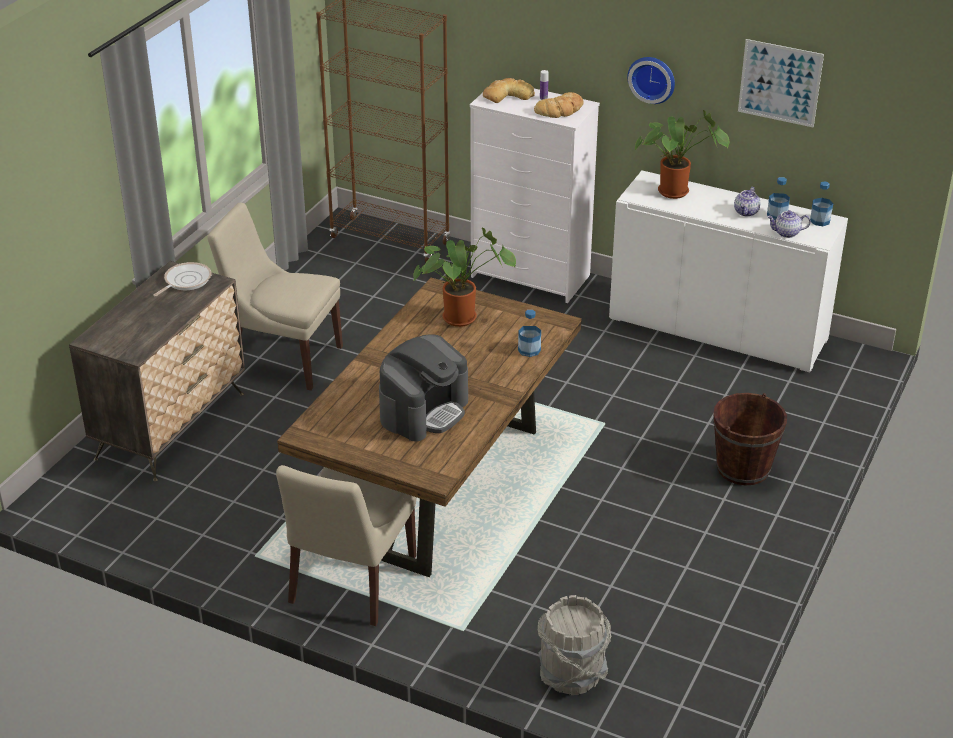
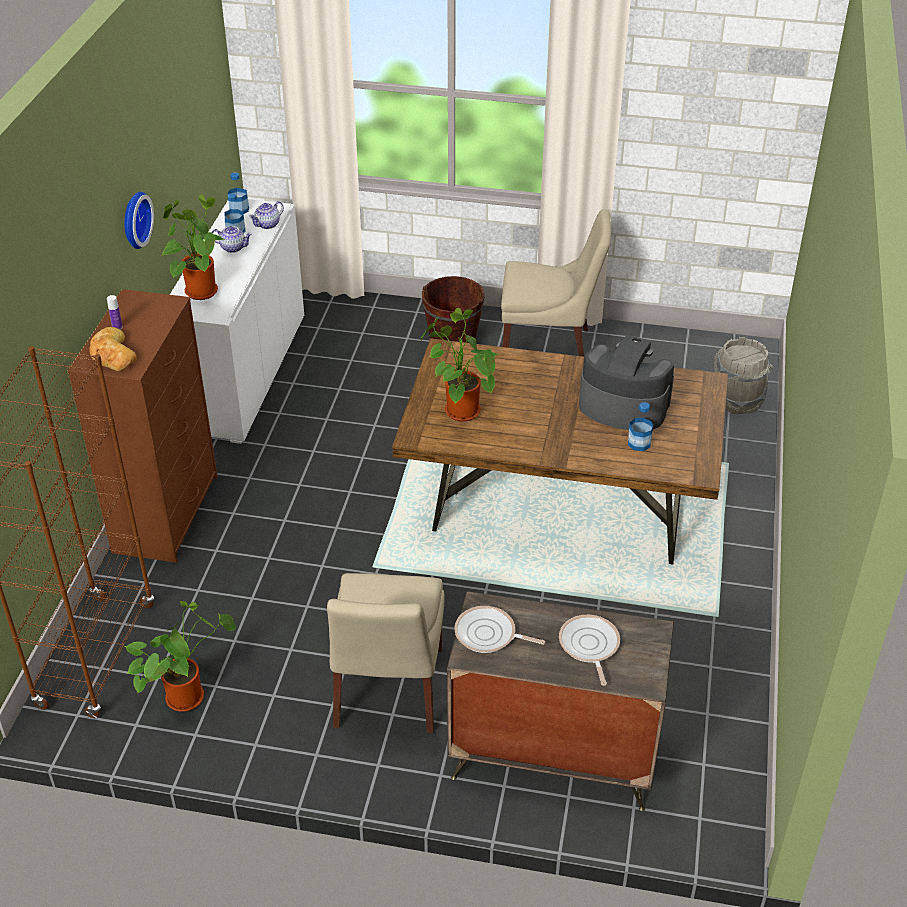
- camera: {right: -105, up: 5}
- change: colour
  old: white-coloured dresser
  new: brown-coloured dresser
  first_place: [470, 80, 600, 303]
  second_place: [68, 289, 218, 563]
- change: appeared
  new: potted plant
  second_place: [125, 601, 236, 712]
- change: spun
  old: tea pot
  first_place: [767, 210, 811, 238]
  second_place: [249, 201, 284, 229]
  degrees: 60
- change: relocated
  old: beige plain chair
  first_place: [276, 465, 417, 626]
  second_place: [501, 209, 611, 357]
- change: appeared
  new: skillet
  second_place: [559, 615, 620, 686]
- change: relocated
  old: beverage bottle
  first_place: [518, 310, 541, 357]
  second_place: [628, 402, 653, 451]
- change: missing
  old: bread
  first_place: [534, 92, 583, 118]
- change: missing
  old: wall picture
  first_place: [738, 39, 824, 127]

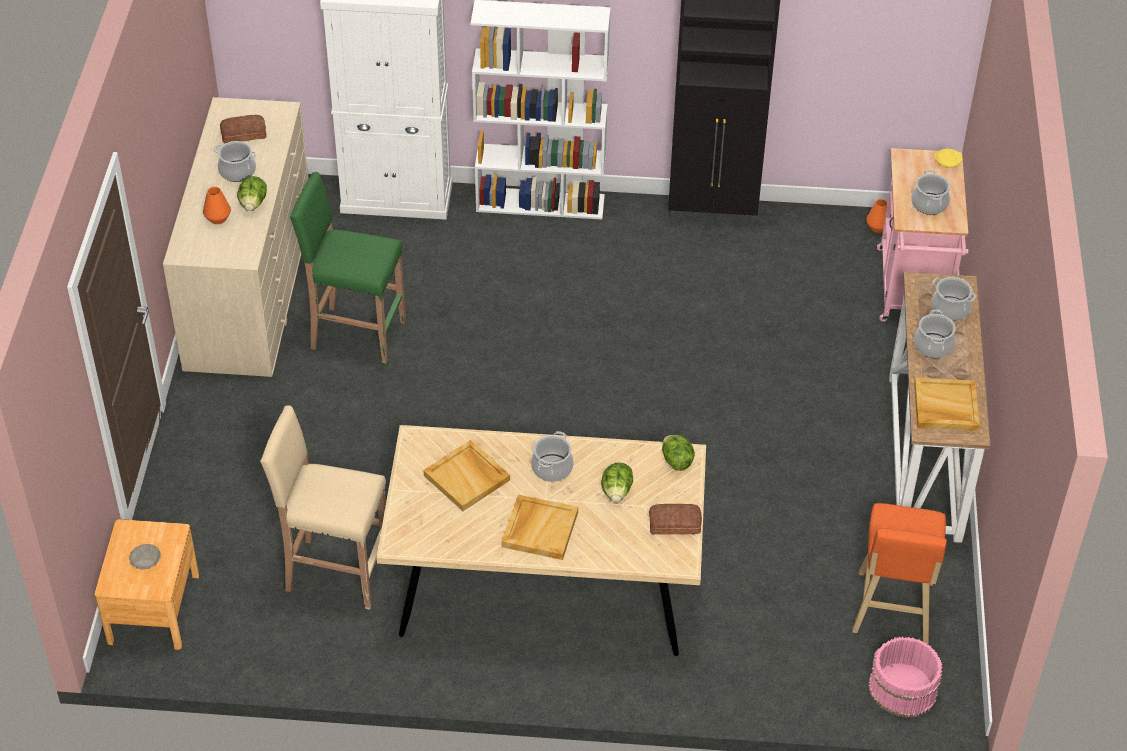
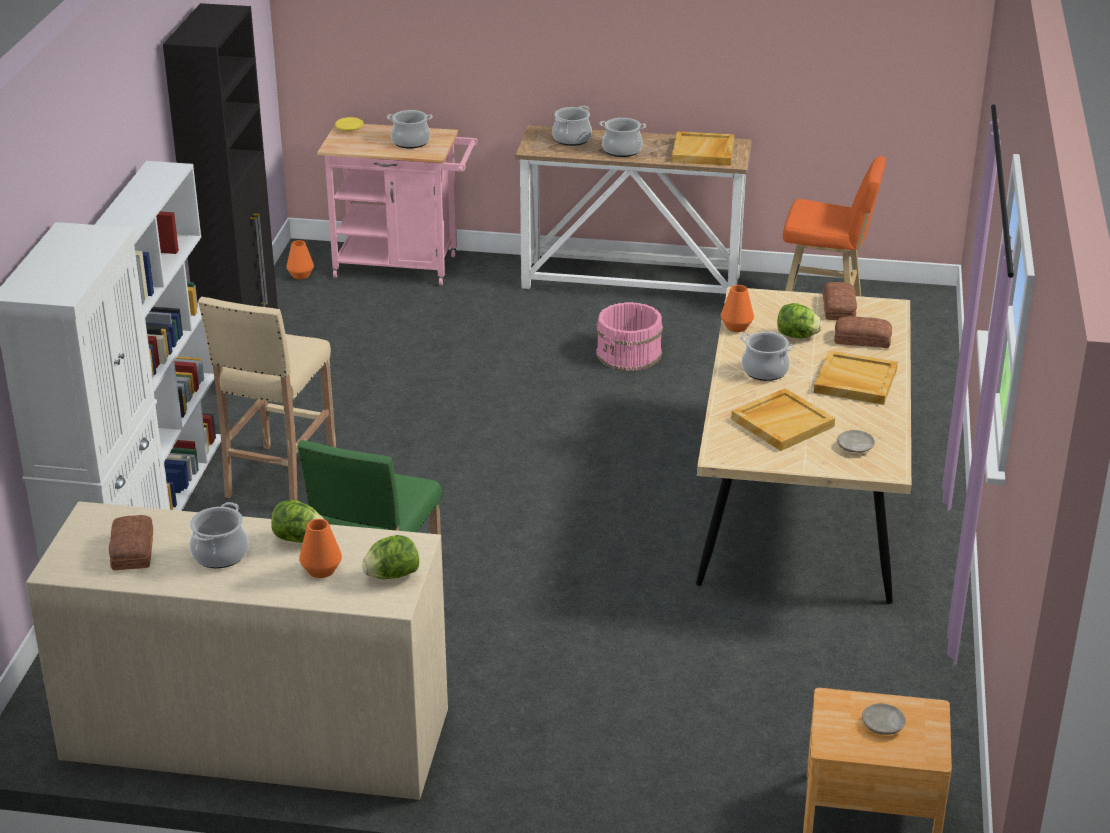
- camera: {right: -85, up: -15}
- change: relocated
  old: beige stool seat
  first_place: [260, 405, 386, 610]
  second_place: [198, 297, 336, 501]
- change: relocated
  old: lettuce head
  first_place: [662, 435, 695, 471]
  second_place: [362, 535, 419, 579]
- change: relocated
  old: pink-coloured bucket
  first_place: [869, 637, 942, 718]
  second_place: [596, 302, 663, 371]
- change: appeared
  new: orange decorative vase
  second_place: [721, 285, 754, 332]
- change: appeared
  new: bread
  second_place: [834, 316, 892, 348]
- change: appeared
  new: beige flat dish
  second_place: [837, 430, 875, 453]

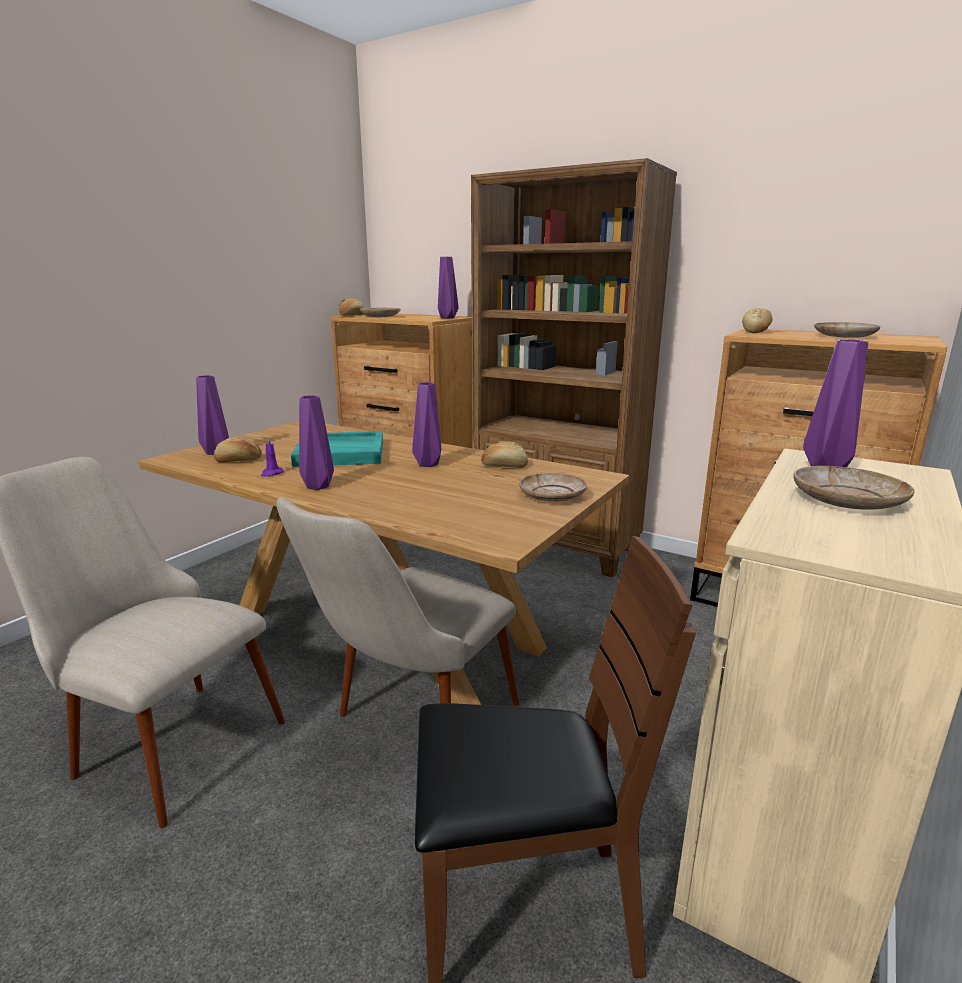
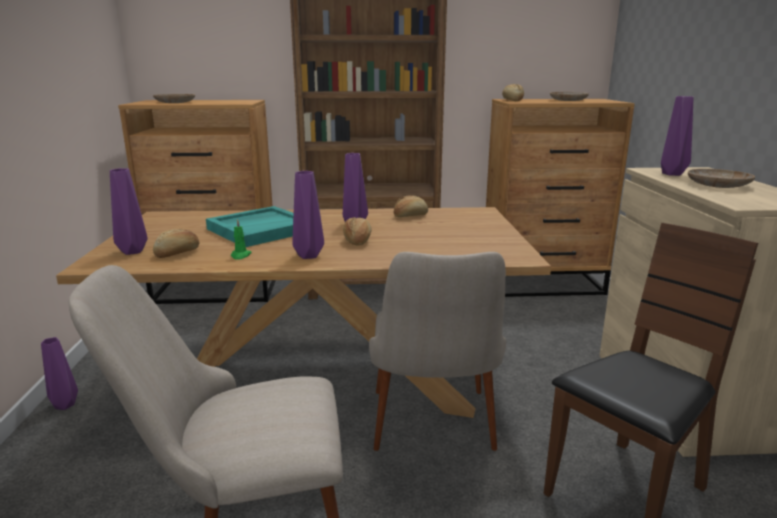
- camera: {right: -35, up: 0}
- change: relocated
  old: purplish decorative vase
  first_place: [438, 257, 459, 319]
  second_place: [41, 337, 78, 410]
- change: colour
  old: purplish wax light
  new: greenish wax light
  first_place: [261, 436, 284, 477]
  second_place: [231, 219, 252, 260]
- change: relocated
  old: bread
  first_place: [339, 299, 364, 316]
  second_place: [343, 217, 372, 245]
- change: missing
  old: beige flat dish
  first_place: [519, 473, 587, 502]

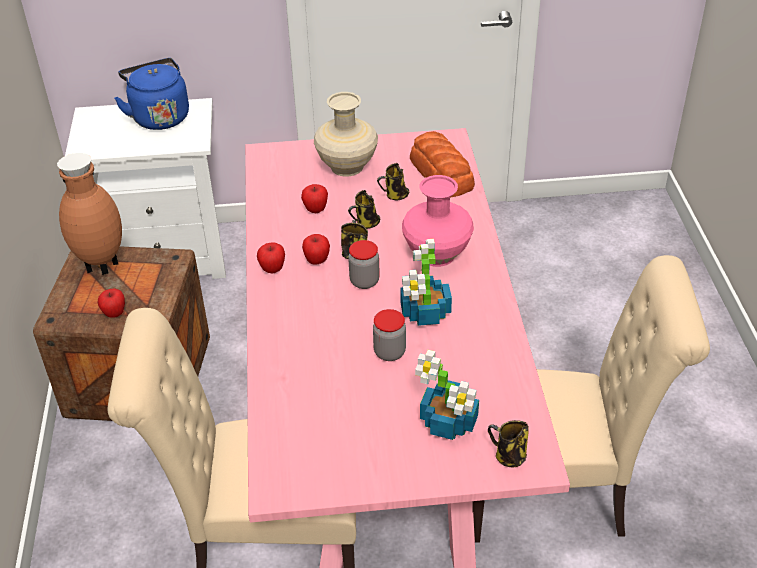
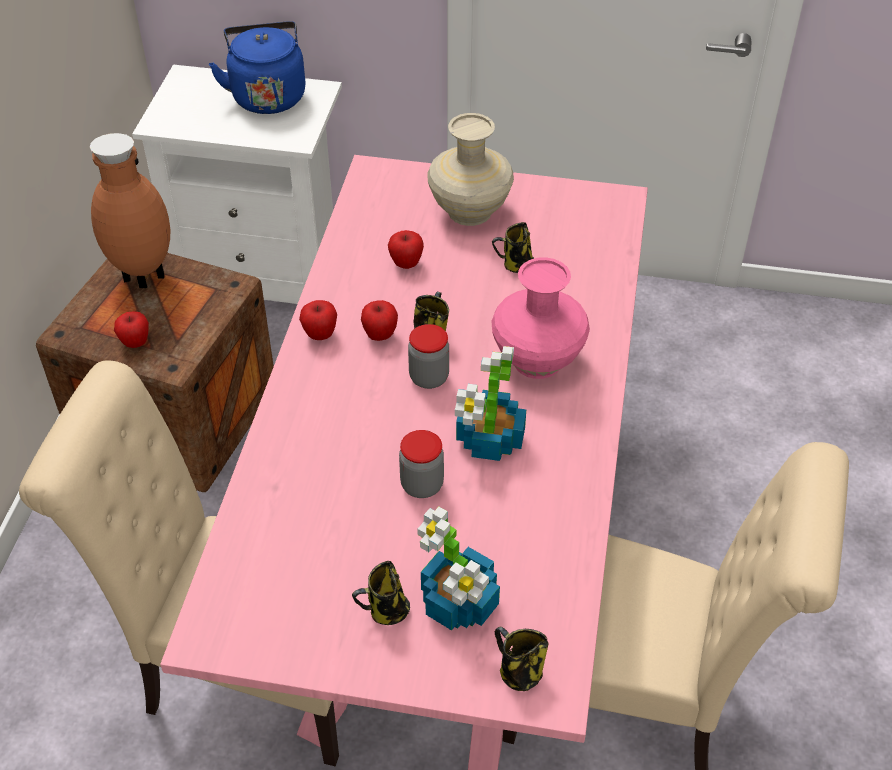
- camera: {right: 15, up: 5}
- change: relocated
  old: mug
  first_place: [348, 190, 380, 229]
  second_place: [352, 561, 410, 625]
- change: missing
  old: bread
  first_place: [410, 131, 475, 198]

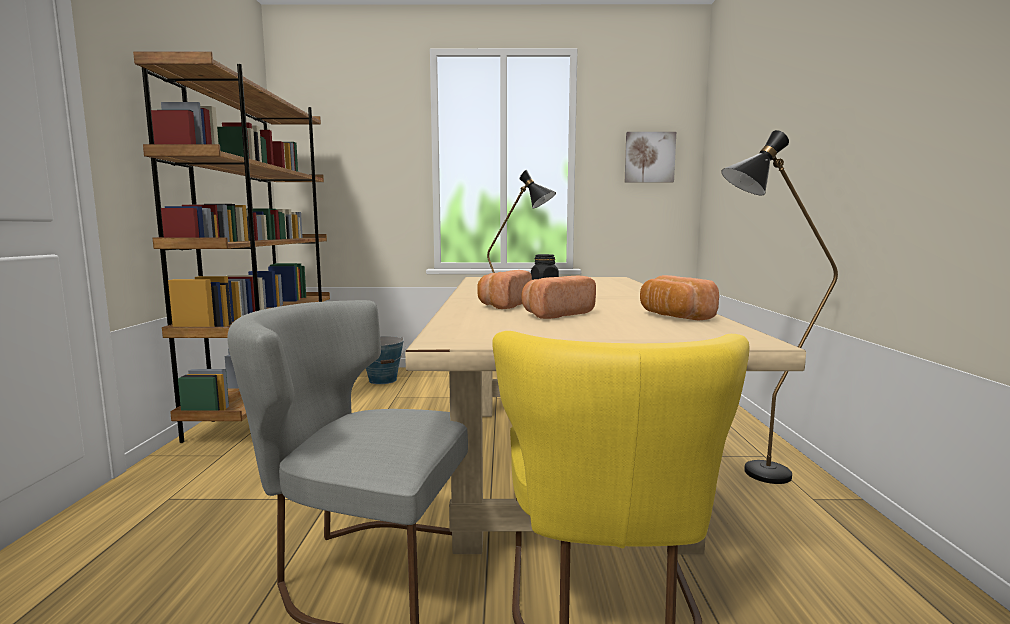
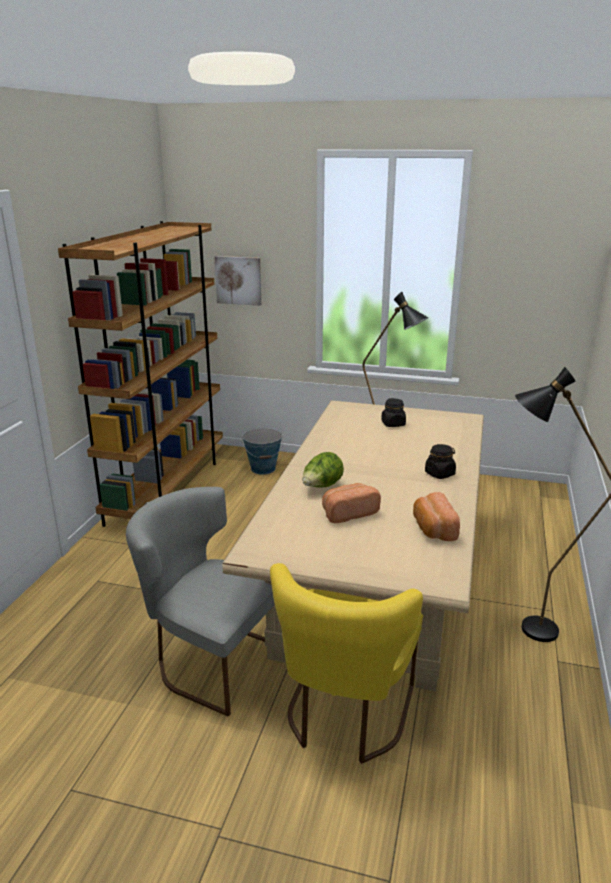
- camera: {right: 15, up: 15}
- change: relocated
  old: wall picture
  first_place: [625, 132, 676, 183]
  second_place: [214, 256, 261, 306]
- change: exchanged
  old: bread
  new: lettuce head
  first_place: [477, 270, 532, 309]
  second_place: [302, 452, 344, 488]
- change: appeared
  new: black preserve jar
  second_place: [425, 444, 456, 479]

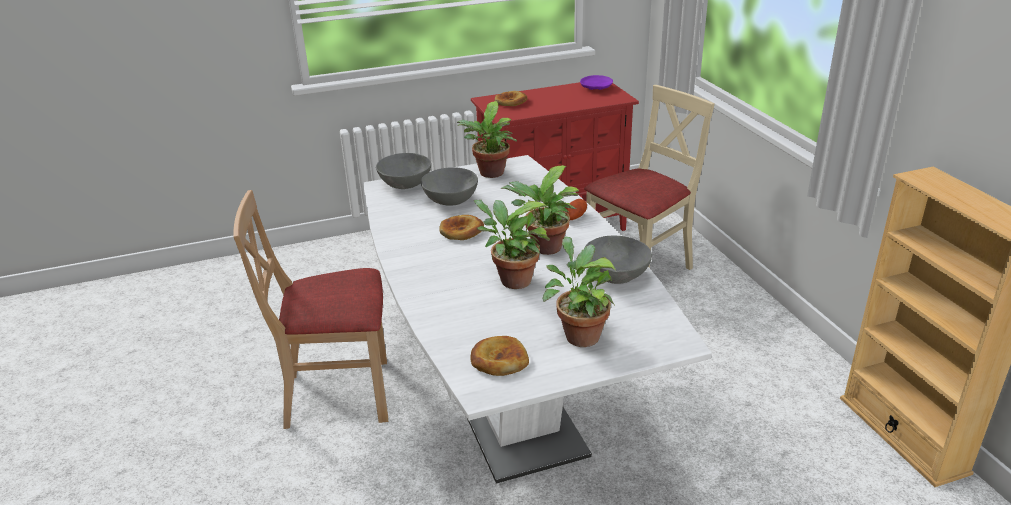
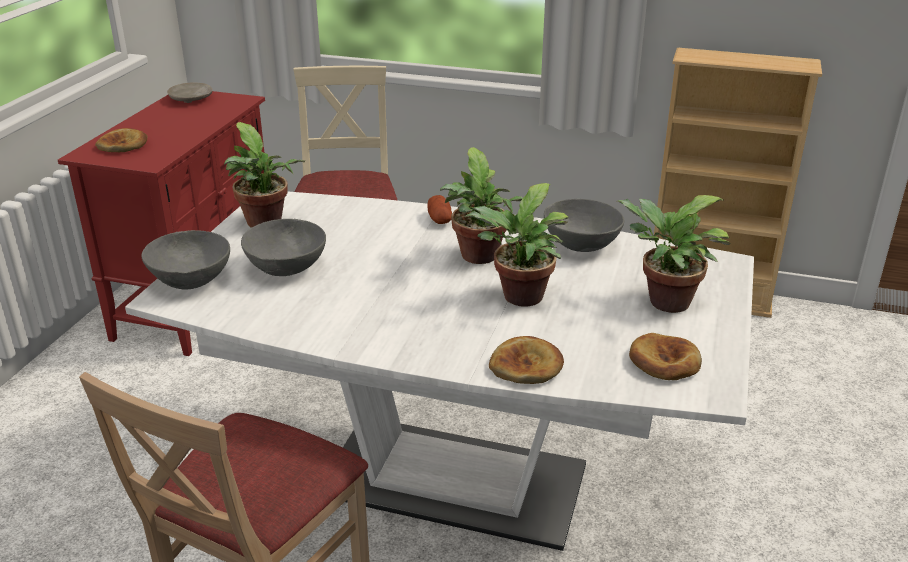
- camera: {right: -55, up: 0}
- change: colour
  old: purplish flat dish
  new: beige flat dish
  first_place: [580, 75, 613, 90]
  second_place: [167, 82, 213, 103]
- change: relocated
  old: bread
  first_place: [439, 215, 484, 240]
  second_place: [489, 336, 564, 384]

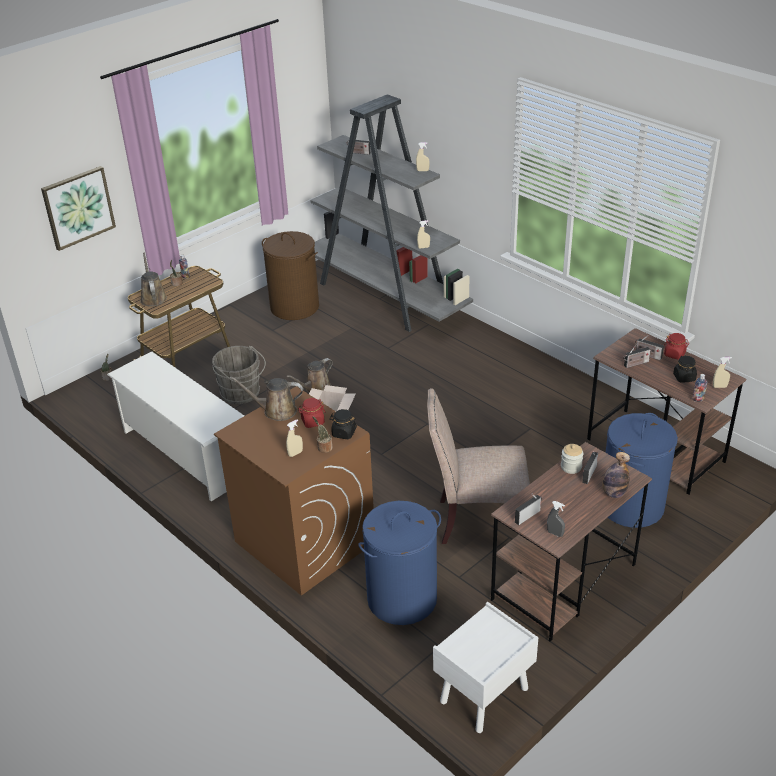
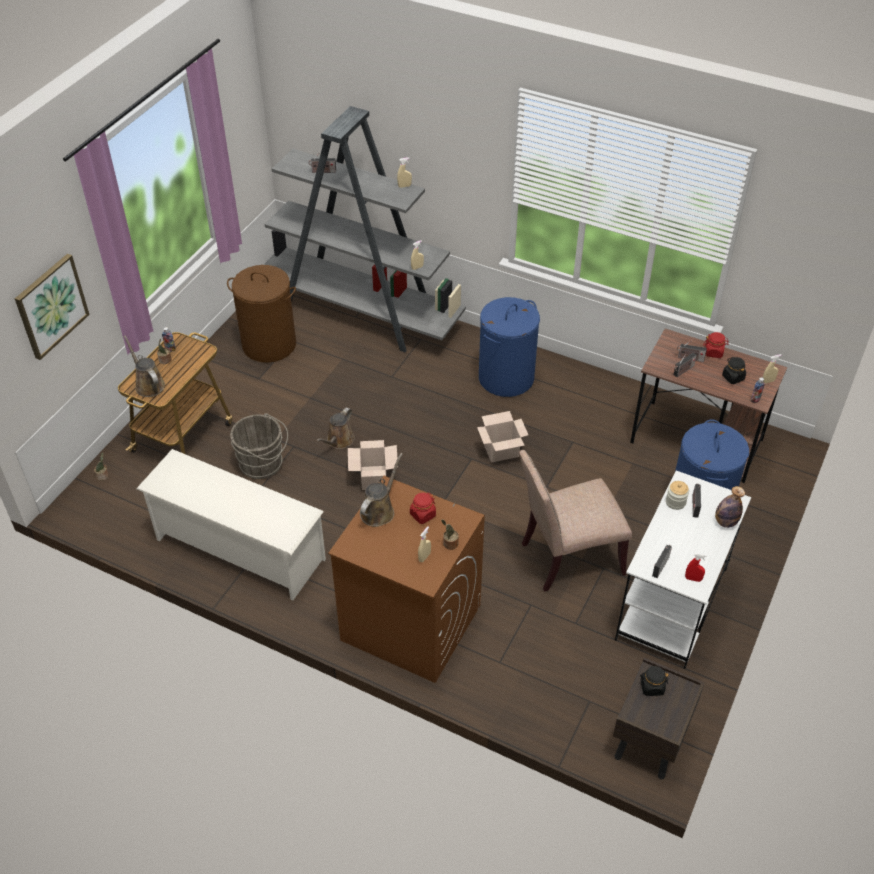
- camera: {right: -20, up: 10}
- change: spun
  old: brown-coloured watering can
  first_place: [230, 376, 303, 421]
  second_place: [360, 453, 403, 527]
  degrees: 135
- change: appeared
  new: packing box
  second_place: [477, 411, 528, 463]
- change: relocated
  old: blue-coloured washing basket
  first_place: [358, 501, 441, 625]
  second_place: [479, 297, 540, 397]
- change: colour
  old: white-coloured bedside table
  new: brown-coloured bedside table
  first_place: [433, 602, 538, 733]
  second_place: [613, 657, 705, 779]
- change: colour
  old: brown-coloured desk table
  new: white-coloured desk table
  first_place: [491, 442, 652, 642]
  second_place: [615, 471, 751, 669]
- change: relocated
  old: black preserve jar
  first_place: [329, 409, 357, 439]
  second_place: [640, 666, 669, 696]
- change: colour
  old: grey spray bottle
  new: red-coloured spray bottle
  first_place: [547, 501, 565, 537]
  second_place: [685, 553, 707, 582]

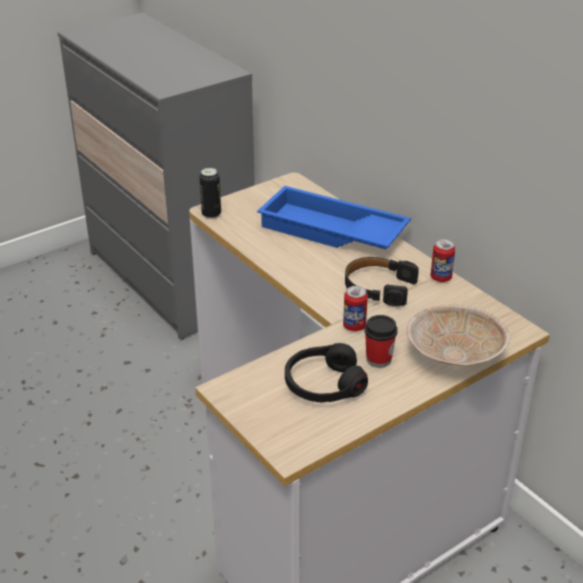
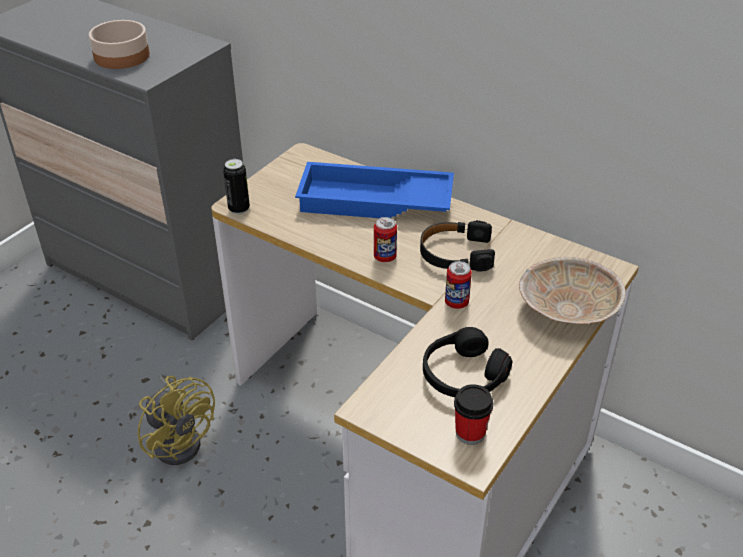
- camera: {right: -20, up: 5}
- change: appeared
  new: serving bowl
  second_place: [89, 20, 150, 69]
- change: appeared
  new: yellowish fan
  second_place: [138, 374, 215, 465]
- change: relocated
  old: can
  first_place: [431, 239, 455, 282]
  second_place: [374, 217, 397, 262]
- change: relocated
  old: cup
  first_place: [364, 315, 398, 368]
  second_place: [454, 384, 493, 445]

